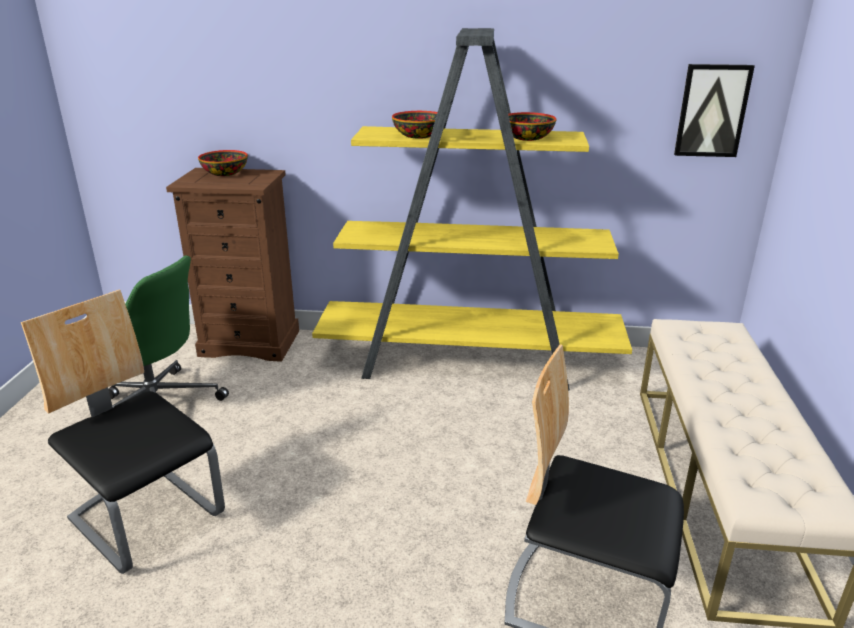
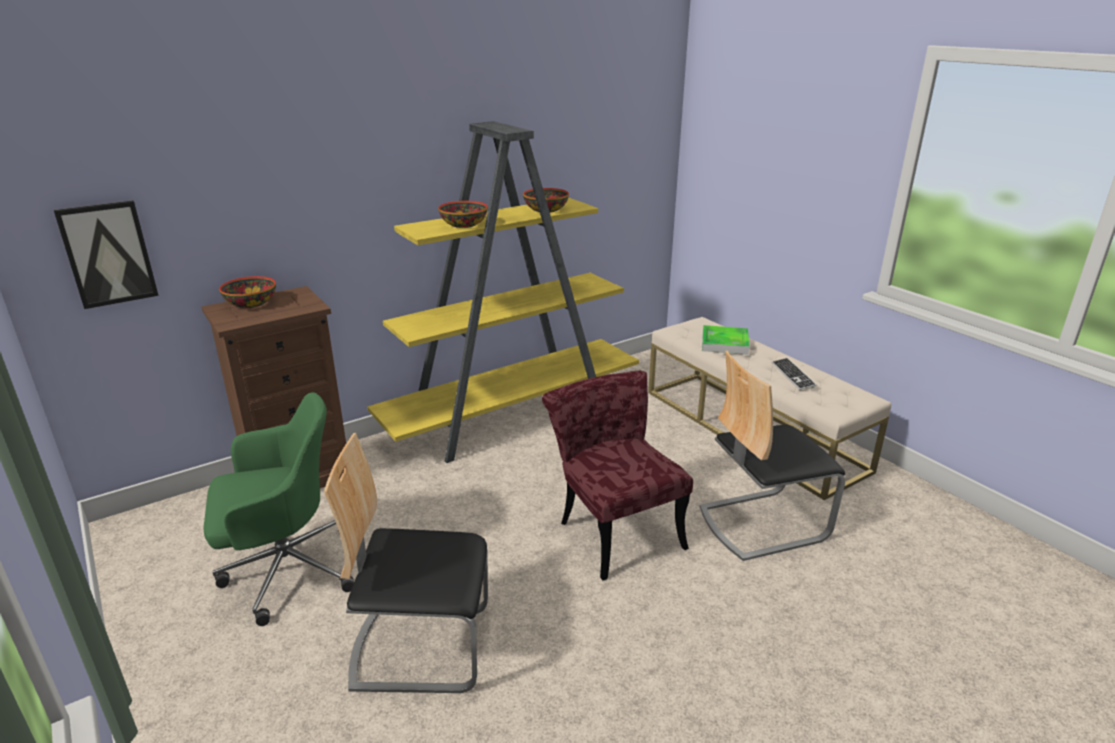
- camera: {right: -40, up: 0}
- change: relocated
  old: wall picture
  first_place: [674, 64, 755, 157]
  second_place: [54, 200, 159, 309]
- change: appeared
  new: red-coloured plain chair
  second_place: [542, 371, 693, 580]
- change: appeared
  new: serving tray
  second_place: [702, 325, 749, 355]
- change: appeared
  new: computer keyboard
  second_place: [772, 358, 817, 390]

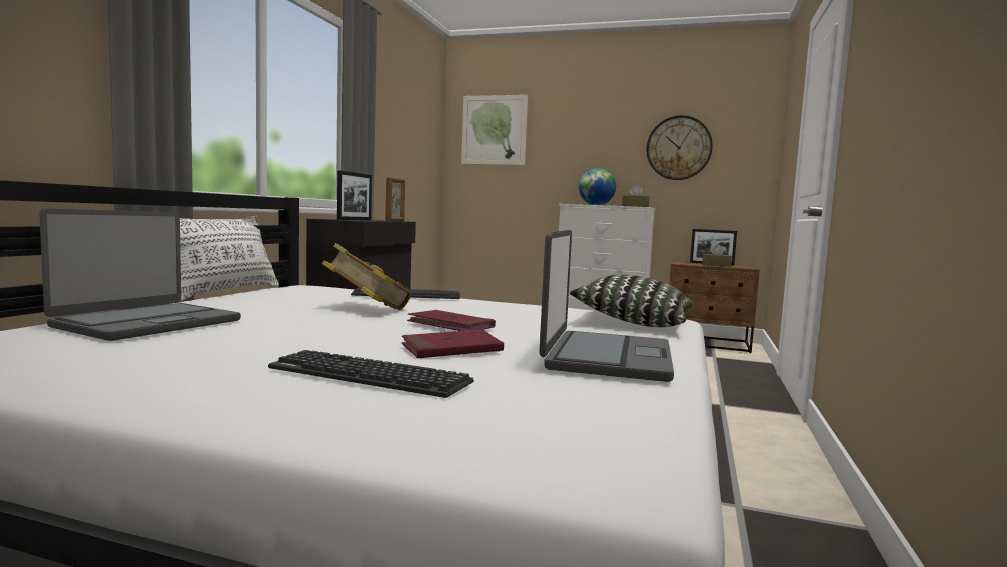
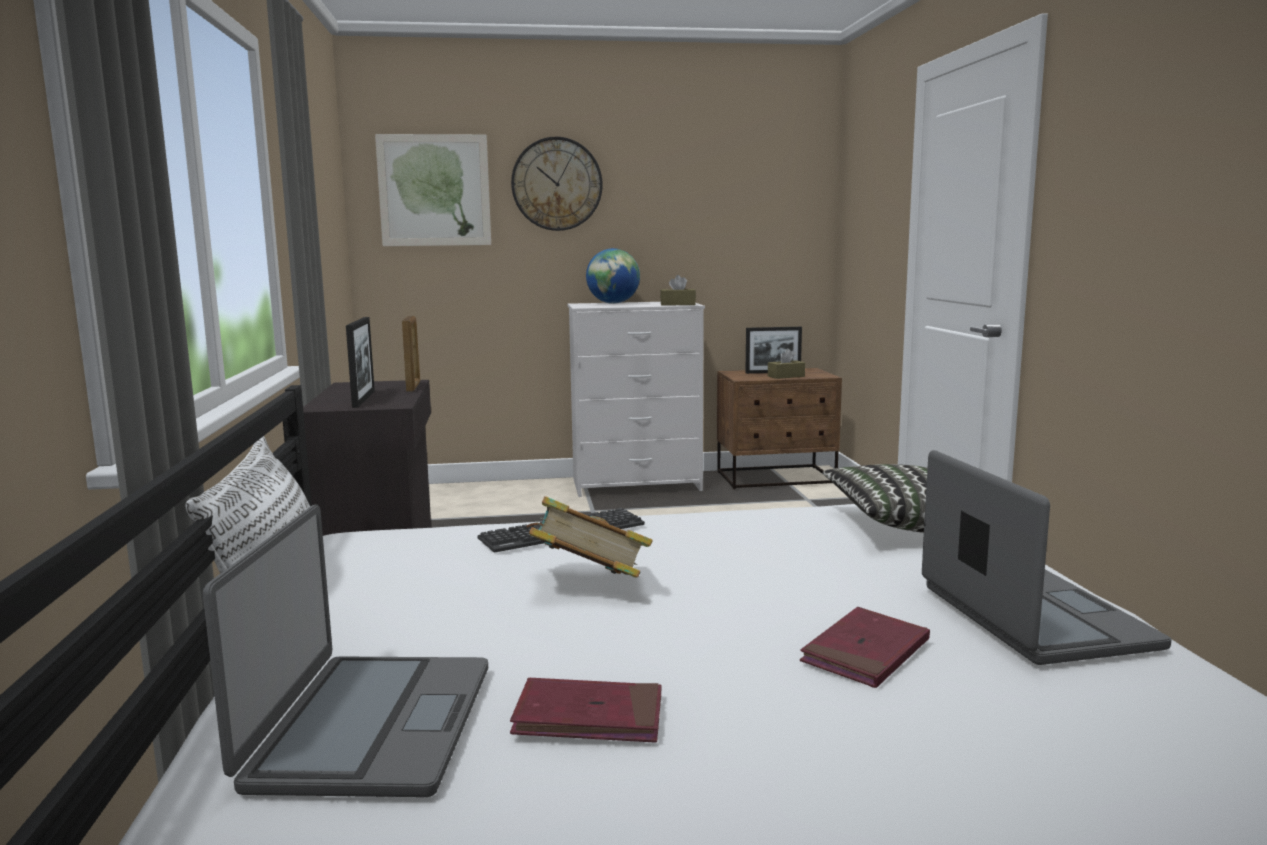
- camera: {right: -25, up: 5}
- change: relocated
  old: red-coloured bound book
  first_place: [407, 310, 496, 331]
  second_place: [510, 678, 661, 743]
- change: relocated
  old: wall clock
  first_place: [646, 115, 713, 180]
  second_place: [511, 137, 603, 231]
- change: missing
  old: computer keyboard
  first_place: [268, 350, 474, 398]

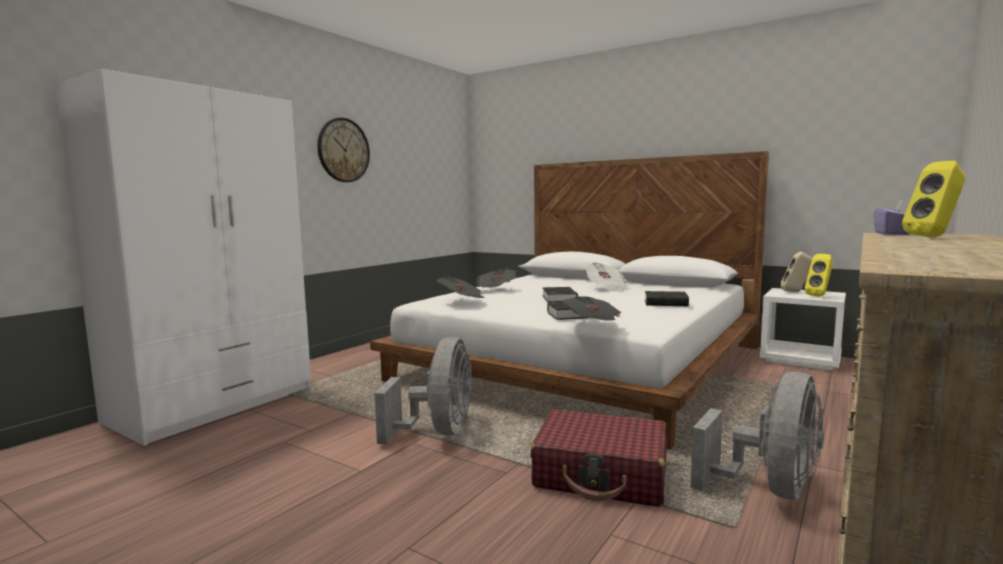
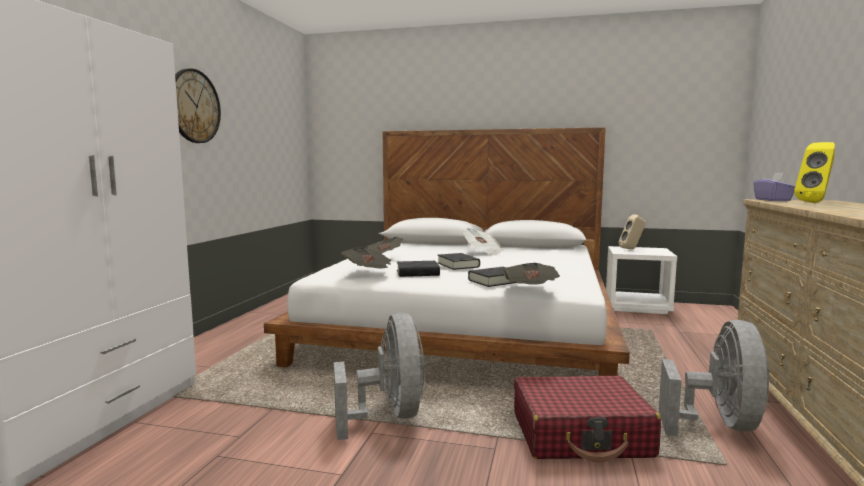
- camera: {right: -20, up: 0}
- change: relocated
  old: black bound book
  first_place: [645, 291, 689, 306]
  second_place: [397, 261, 440, 277]
- change: missing
  old: yellowish audio speaker
  first_place: [804, 254, 833, 297]

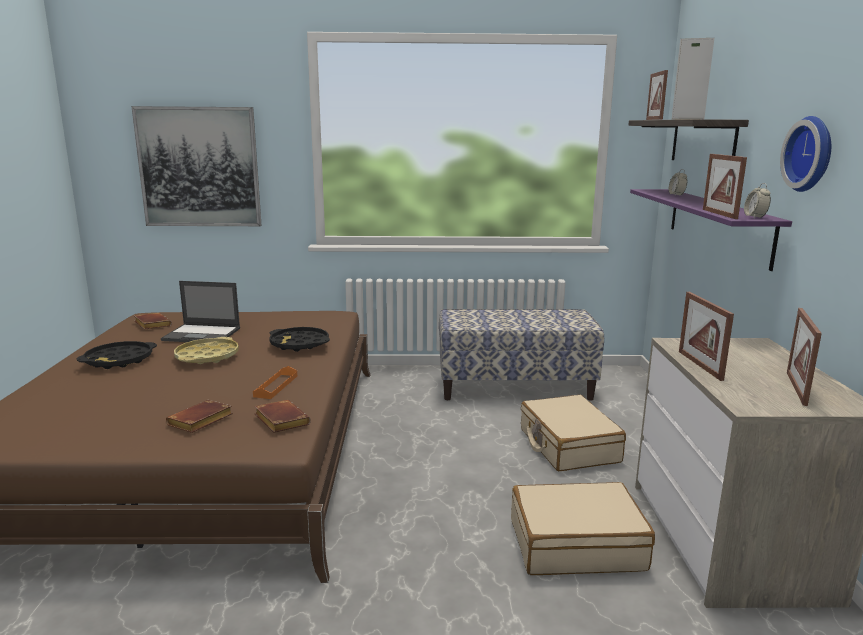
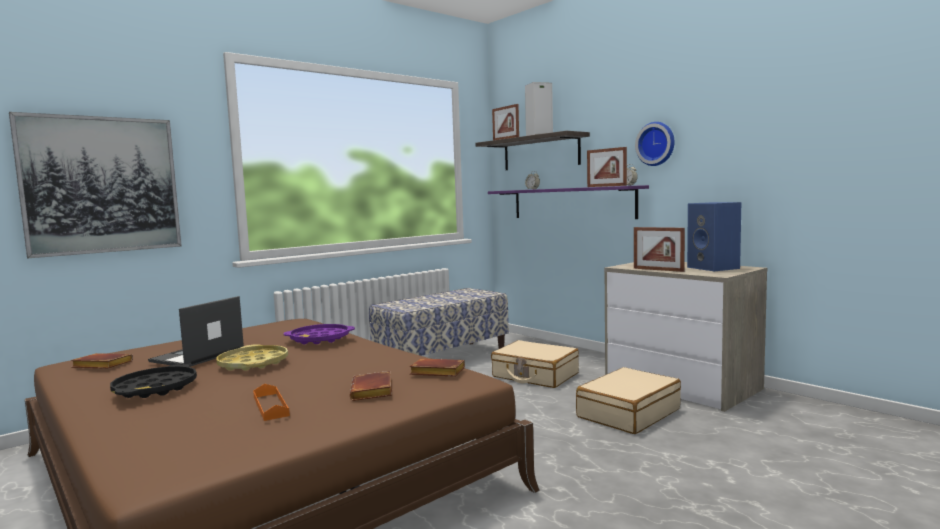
- camera: {right: -40, up: -10}
- change: spun
  old: notebook computer
  first_place: [161, 281, 240, 342]
  second_place: [148, 296, 244, 367]
  degrees: 150
- change: relocated
  old: orange serving tray
  first_place: [253, 366, 297, 399]
  second_place: [253, 384, 290, 421]
- change: colour
  old: black serving tray
  new: purplish serving tray
  first_place: [269, 327, 330, 352]
  second_place: [284, 324, 355, 344]
- change: exchanged
  old: picture frame
  new: blue-coloured audio speaker
  first_place: [787, 308, 822, 406]
  second_place: [687, 202, 741, 271]

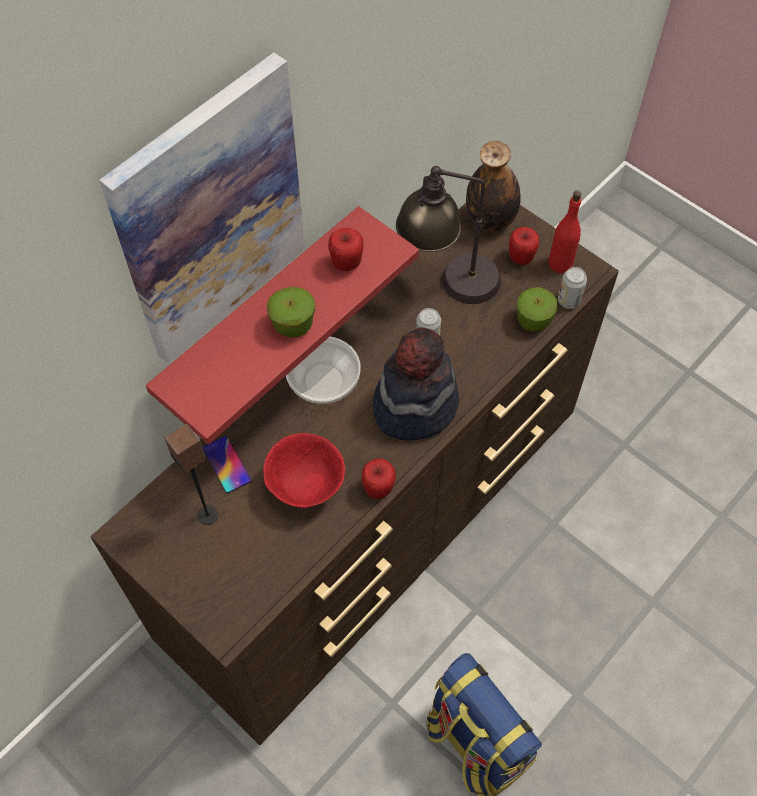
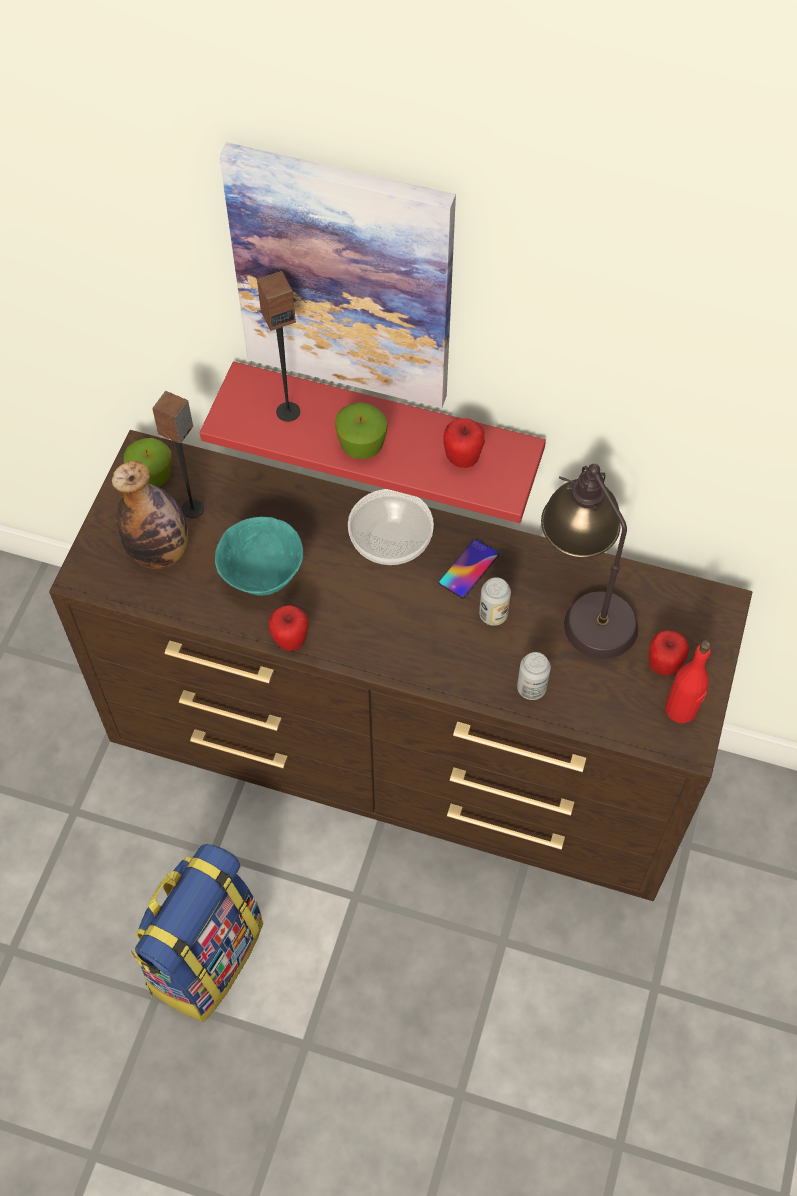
- camera: {right: 65, up: 0}
- change: relocated
  old: beverage bottle
  first_place: [466, 141, 521, 231]
  second_place: [112, 461, 188, 569]
- change: relocated
  old: apple fruit
  first_place: [517, 287, 558, 331]
  second_place: [124, 438, 172, 487]
- change: colour
  old: red-coloured serving bowl
  new: turquoise serving bowl
  first_place: [263, 433, 345, 508]
  second_place: [215, 517, 303, 596]
- change: appeared
  new: audio speaker
  second_place: [257, 271, 300, 422]
- change: relocated
  old: phone
  first_place: [203, 436, 252, 493]
  second_place: [439, 539, 499, 598]
- change: relocated
  old: can
  first_place: [558, 267, 587, 309]
  second_place: [517, 652, 551, 700]
- change: missing
  old: clothing hat
  first_place: [373, 327, 459, 440]

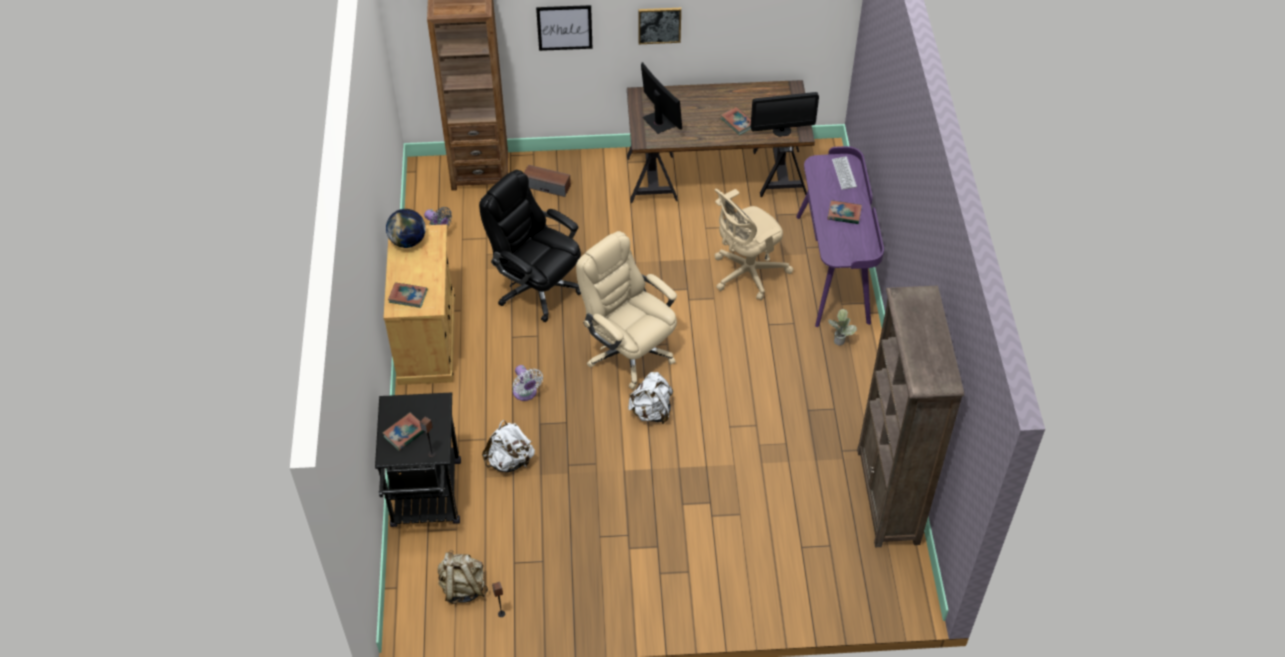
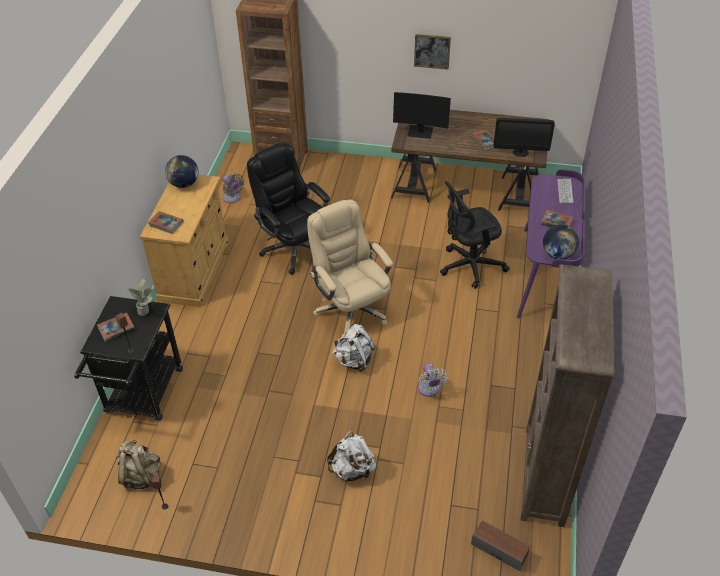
- camera: {right: 15, up: -5}
- change: relocated
  old: potted plant
  first_place: [828, 309, 857, 345]
  second_place: [127, 279, 153, 316]
- change: relocated
  old: white-coloured knapsack
  first_place: [482, 420, 535, 472]
  second_place: [327, 431, 376, 481]
- change: spun
  old: monitor
  first_place: [641, 62, 682, 134]
  second_place: [393, 92, 451, 139]
  degrees: 120
- change: relocated
  old: white-coloured fan
  first_place: [513, 365, 543, 401]
  second_place: [418, 363, 448, 397]
- change: colour
  old: beige computer chair
  new: black computer chair
  first_place: [714, 189, 794, 301]
  second_place: [440, 181, 510, 289]
- change: relocated
  old: audio speaker
  first_place: [524, 165, 571, 197]
  second_place: [471, 520, 530, 571]
- change: appeared
  new: globe
  second_place: [543, 225, 579, 259]
- change: missing
  old: wall picture
  first_place: [536, 5, 593, 51]

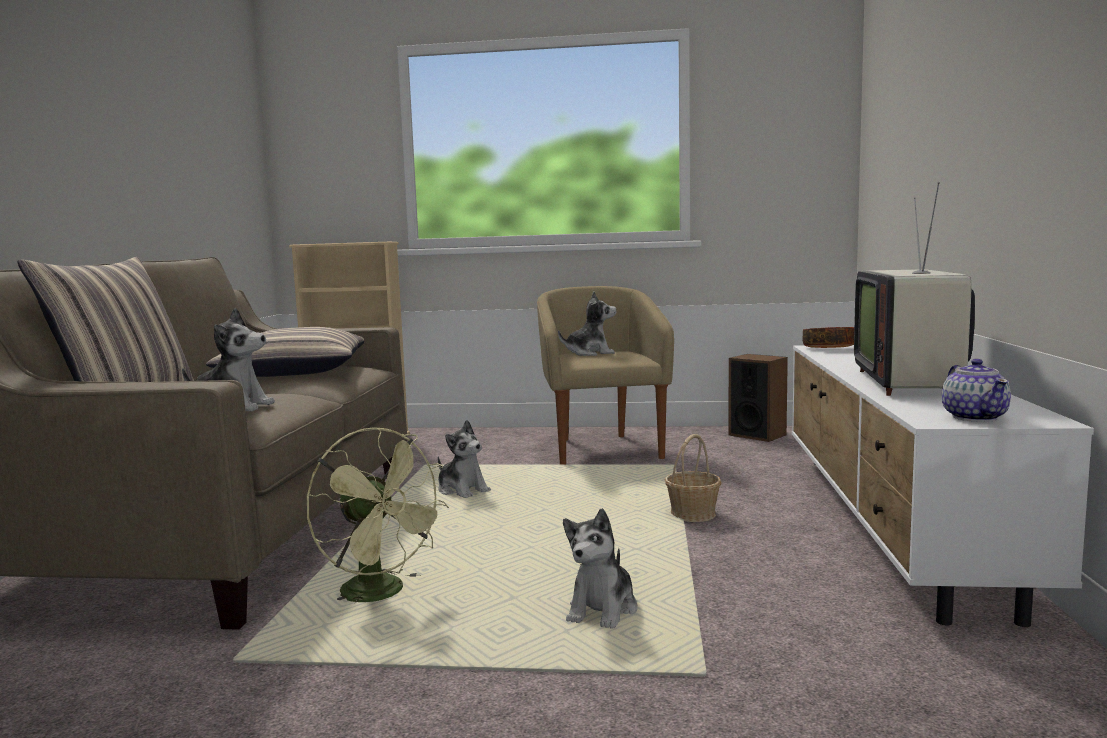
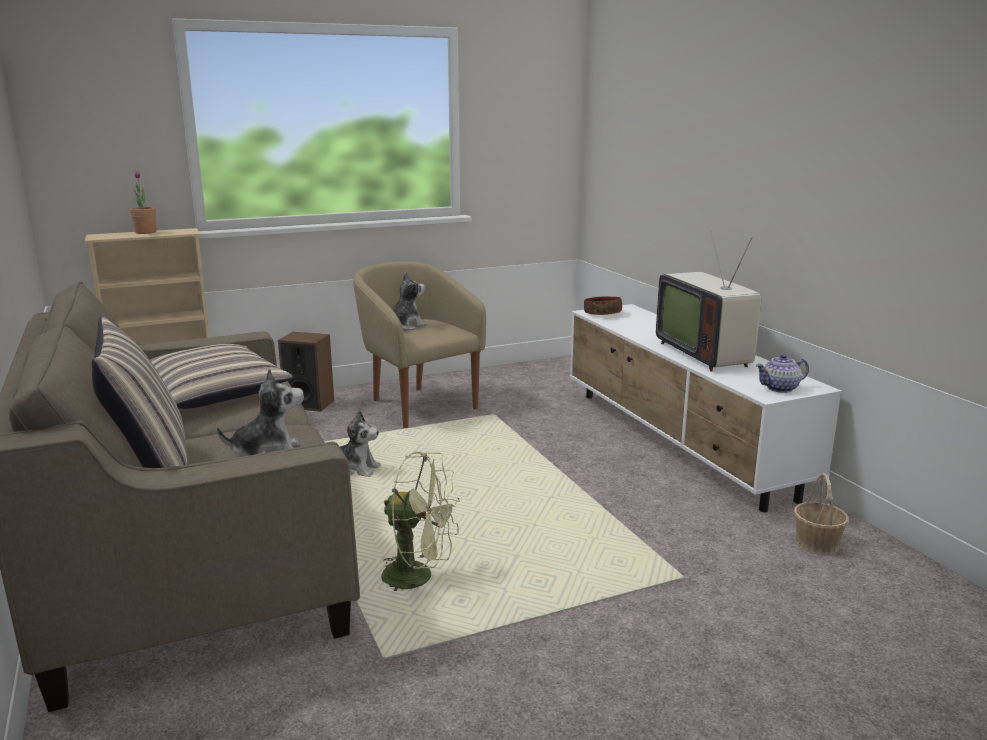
- camera: {right: -30, up: 10}
- change: appeared
  new: potted plant
  second_place: [130, 171, 157, 234]
- change: relocated
  old: audio speaker
  first_place: [728, 354, 788, 442]
  second_place: [278, 332, 334, 412]
- change: spun
  old: tea pot
  first_place: [942, 359, 1011, 422]
  second_place: [756, 354, 809, 393]
  degrees: 105
- change: relocated
  old: storage basket
  first_place: [665, 434, 722, 522]
  second_place: [794, 473, 849, 555]
- change: missing
  old: cuddly toy
  first_place: [563, 508, 638, 629]

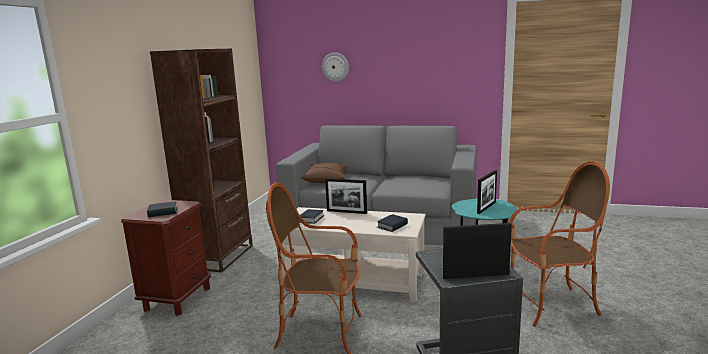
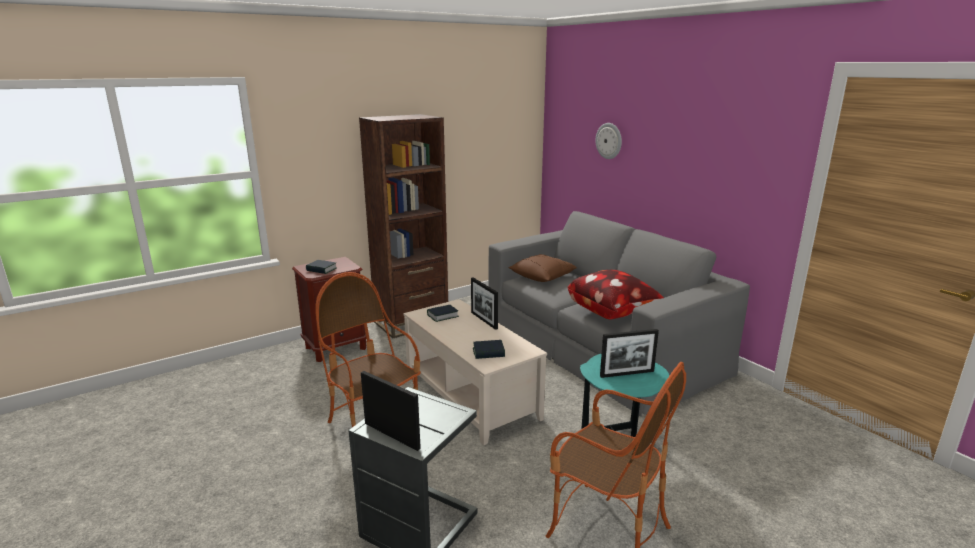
- camera: {right: 40, up: 5}
- change: appeared
  new: pillow
  second_place: [567, 270, 664, 319]

